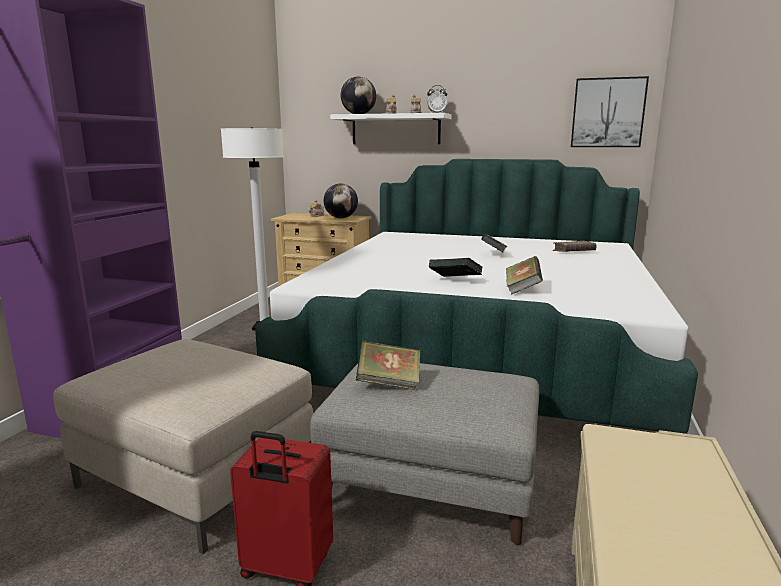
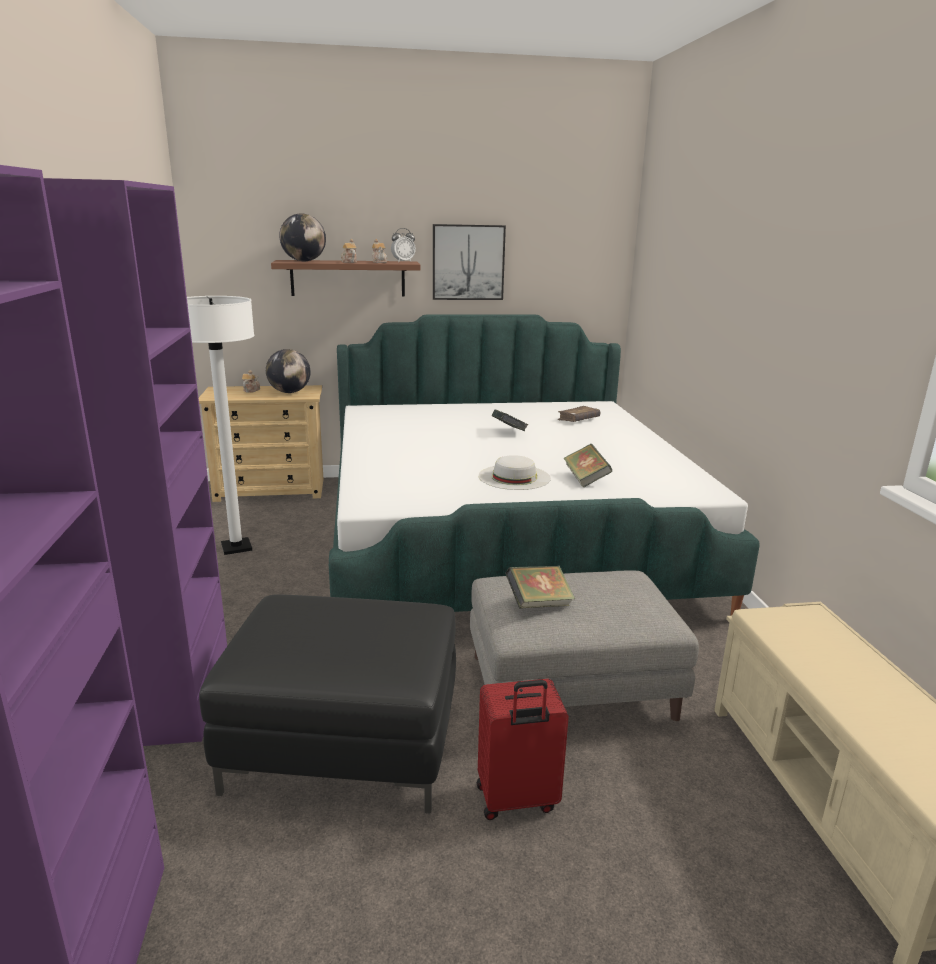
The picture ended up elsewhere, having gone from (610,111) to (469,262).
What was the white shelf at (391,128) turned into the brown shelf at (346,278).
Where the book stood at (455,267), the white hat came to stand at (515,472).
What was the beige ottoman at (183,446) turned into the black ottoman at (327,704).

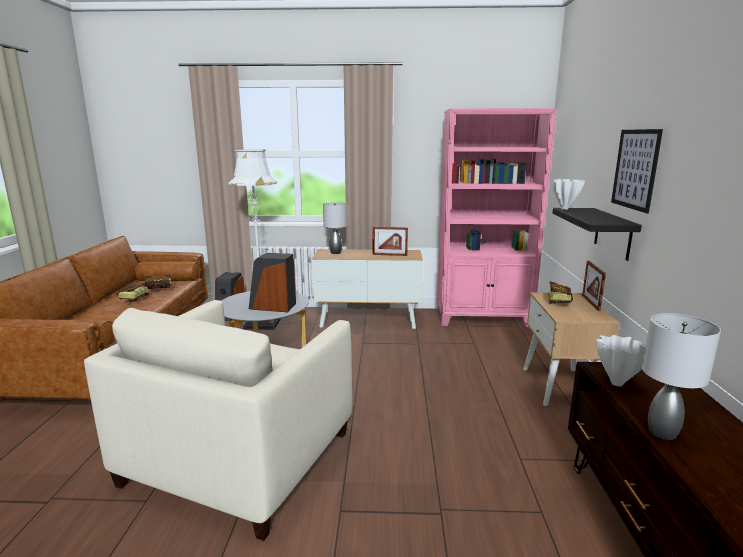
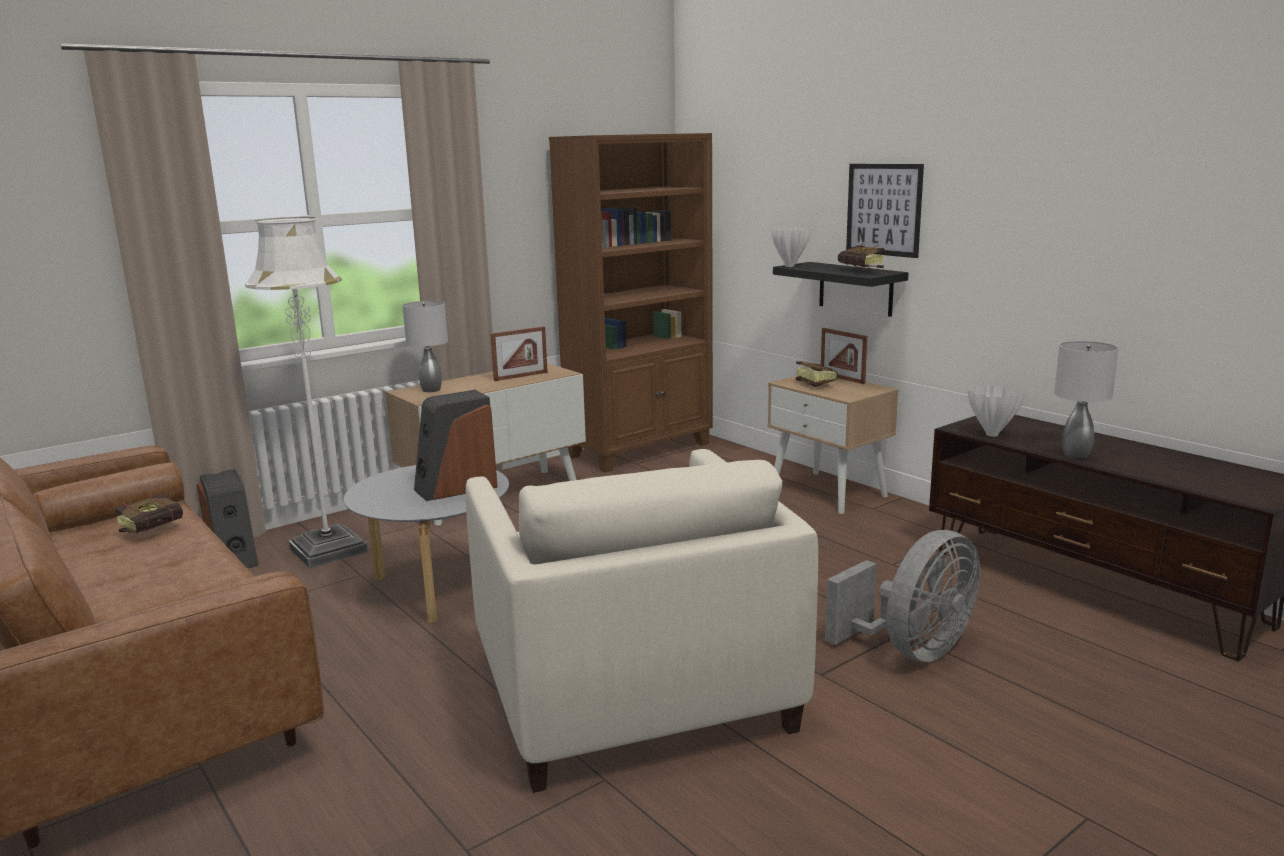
What was the pink bookcase at (497,217) turned into the brown bookcase at (631,303).
The book ended up elsewhere, having gone from (133,294) to (862,258).
The second view gained the grey fan at (902,596).

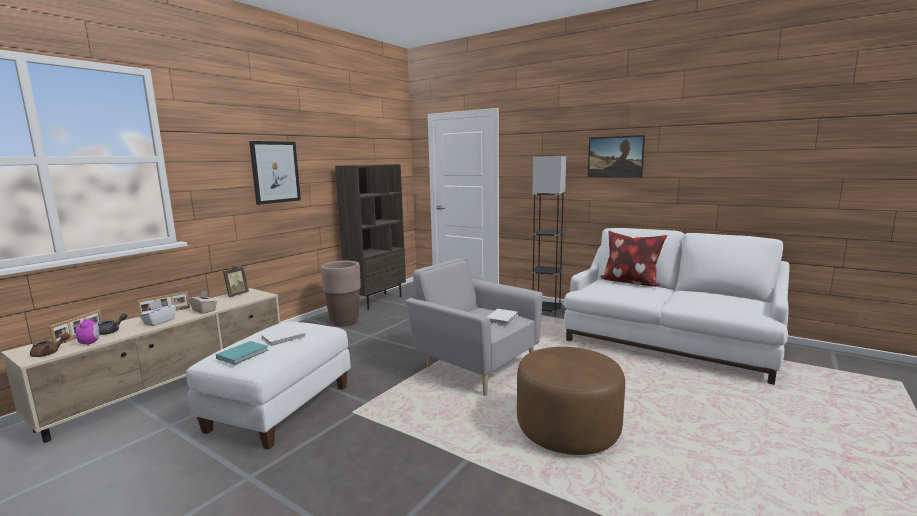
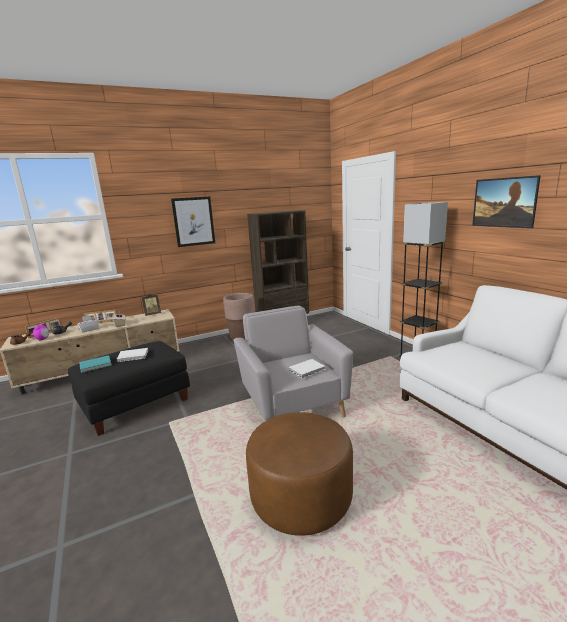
The second view lost the pillow at (633,259).
What was the white ottoman at (268,385) turned into the black ottoman at (129,388).

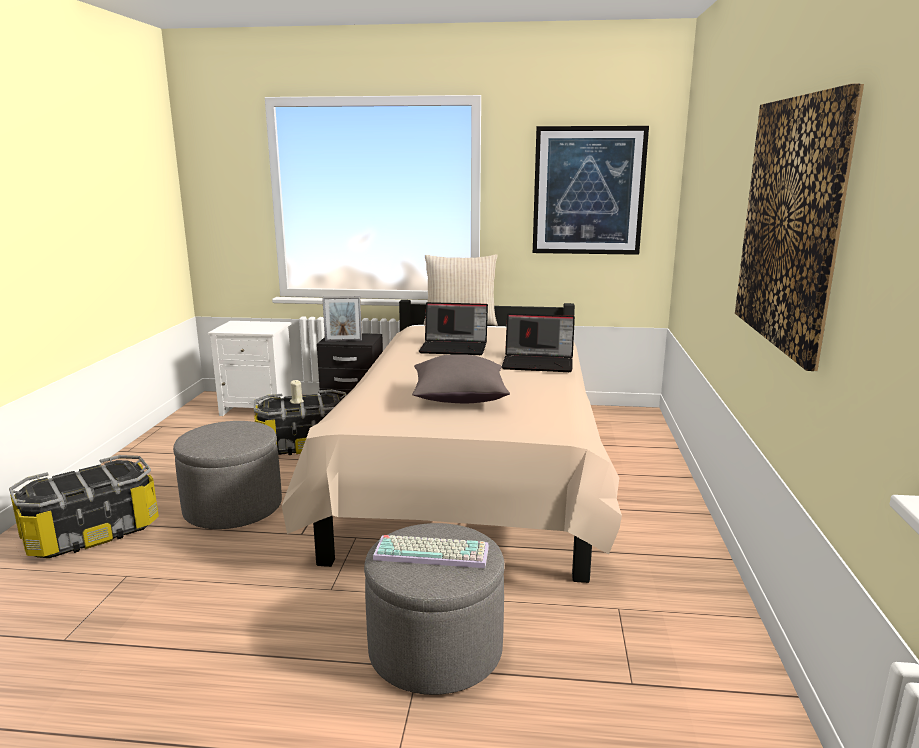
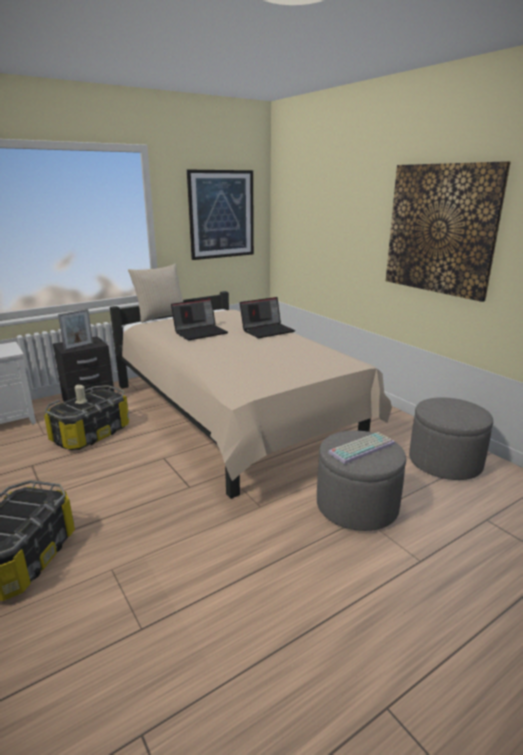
The second view lost the grey pillow at (461,378).
The grey ottoman ended up elsewhere, having gone from (227,475) to (451,438).

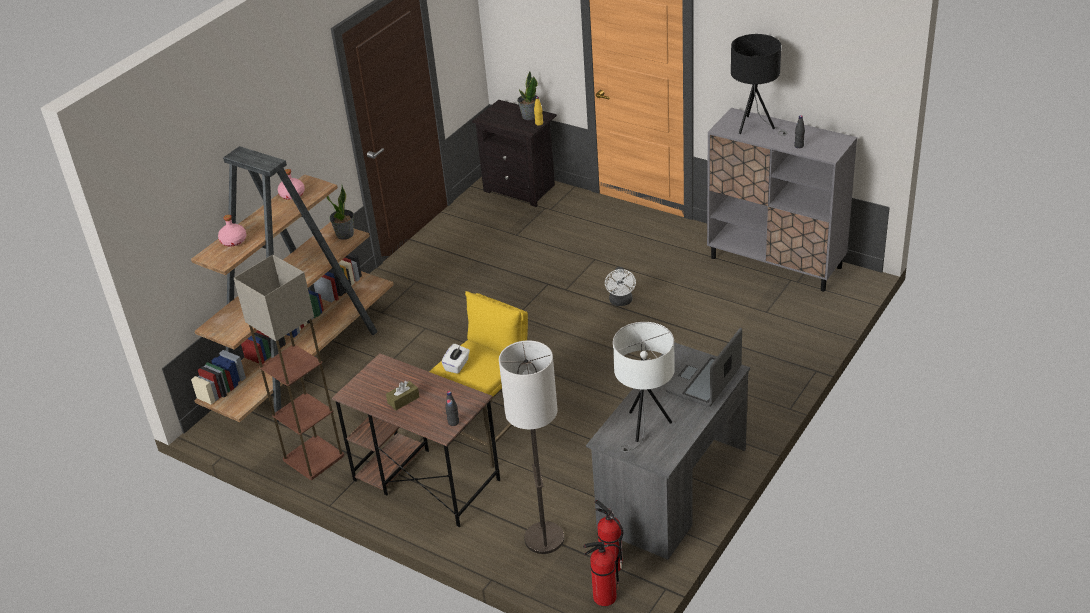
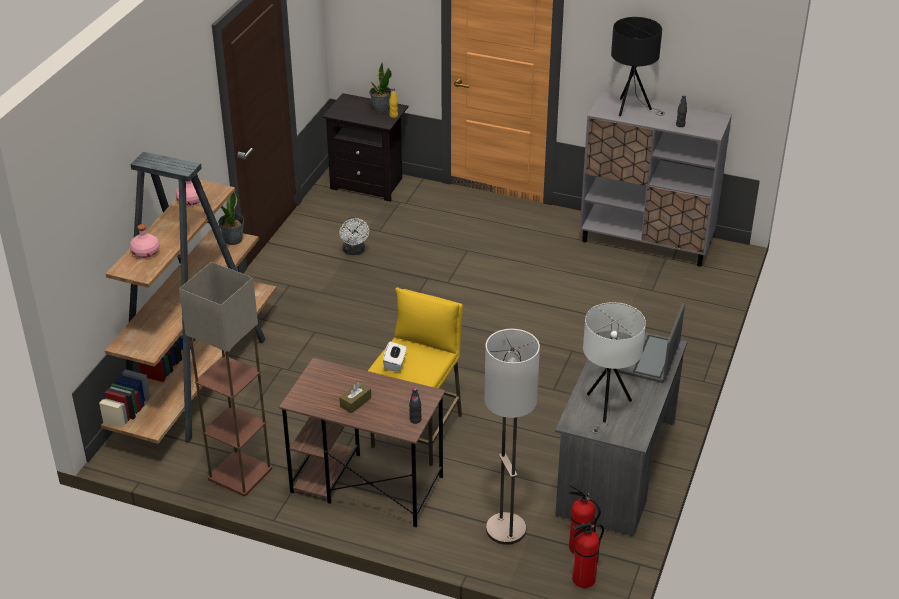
The white fan ended up elsewhere, having gone from (620,286) to (354,236).

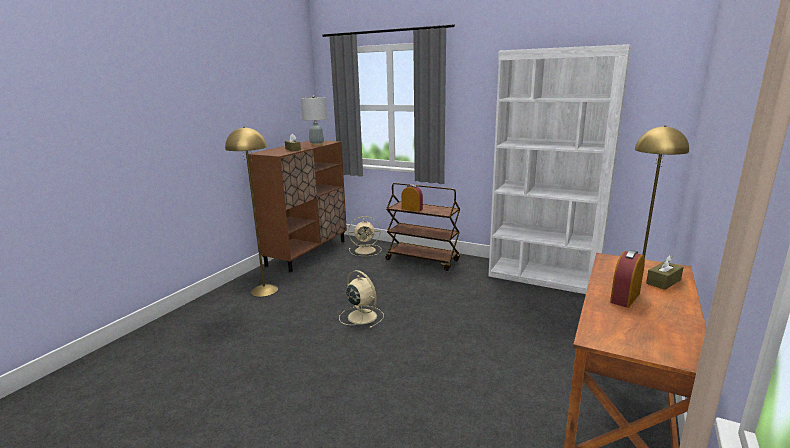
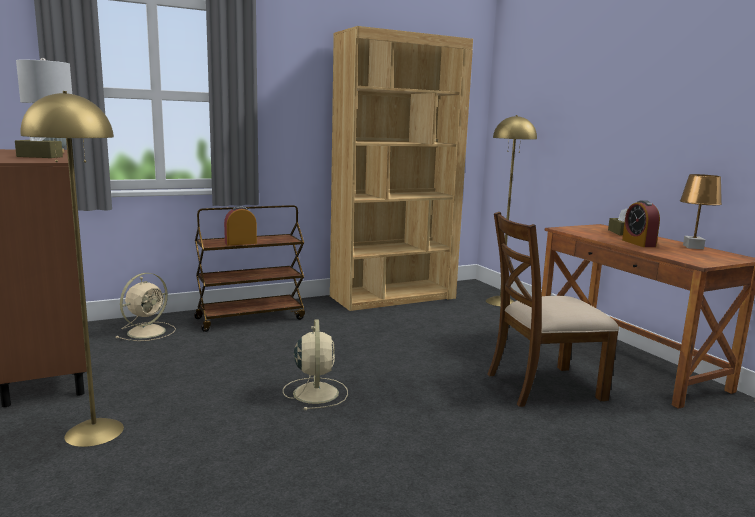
What was the white bookcase at (560,169) turned into the brown bookcase at (401,168).
The beige fan at (361,299) ended up facing another way, 90 degrees clockwise from before.
The second view gained the brown table lamp at (701,211).
The second view gained the brown chair at (553,309).

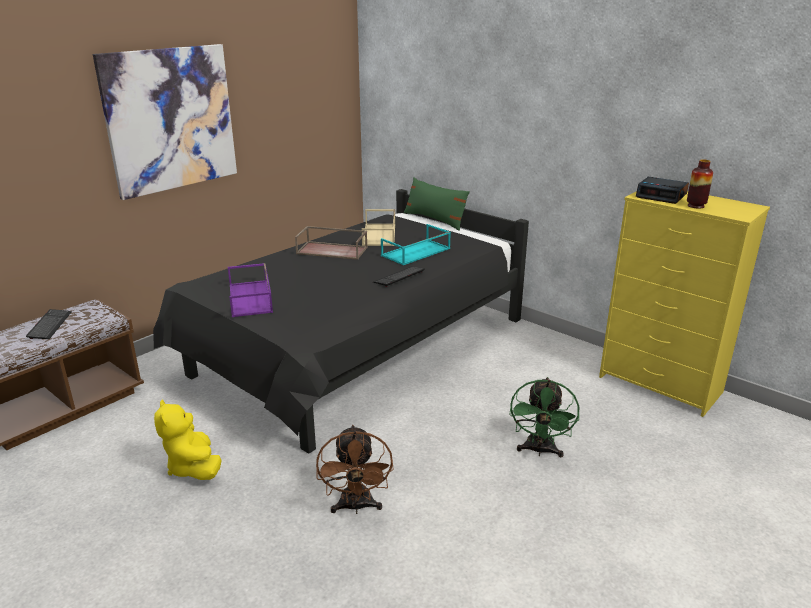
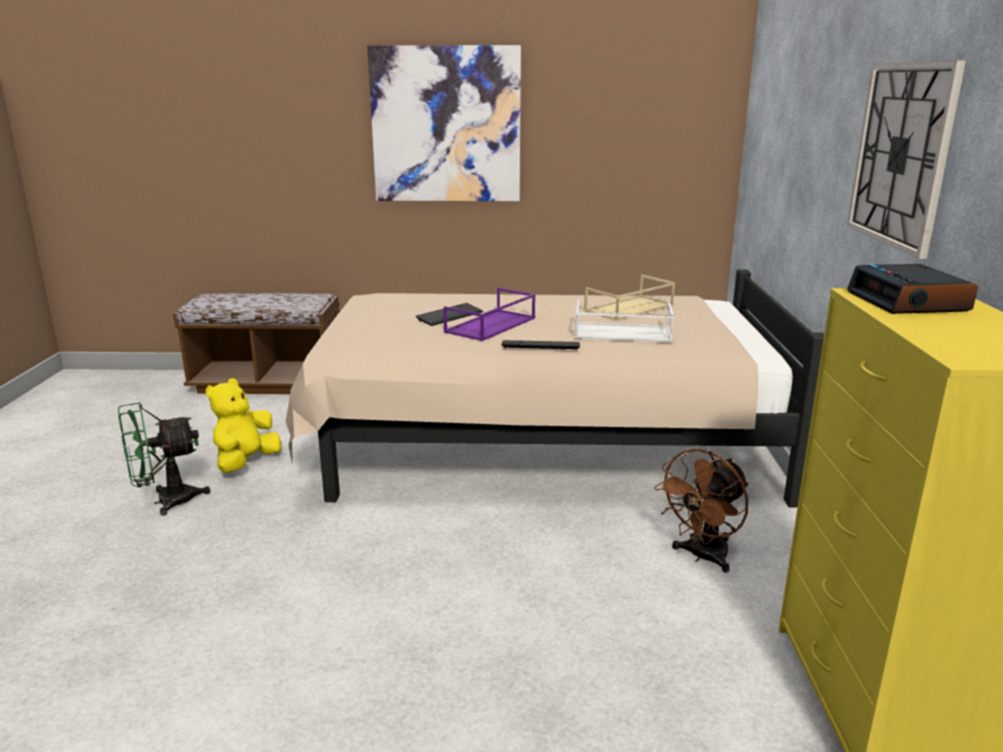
The second view lost the vase at (700,184).
The second view lost the green pillow at (437,204).
What was the black bed at (341,321) turned into the beige bed at (555,389).
What was the turquoise tray at (416,244) turned into the white tray at (624,321).
The second view lost the brown tray at (331,243).
The purple tray ended up elsewhere, having gone from (250,290) to (489,314).
The keyboard ended up elsewhere, having gone from (49,324) to (449,314).
The green fan ended up elsewhere, having gone from (544,417) to (164,459).
The brown fan ended up elsewhere, having gone from (355,469) to (701,510).
The second view gained the wall clock at (906,160).

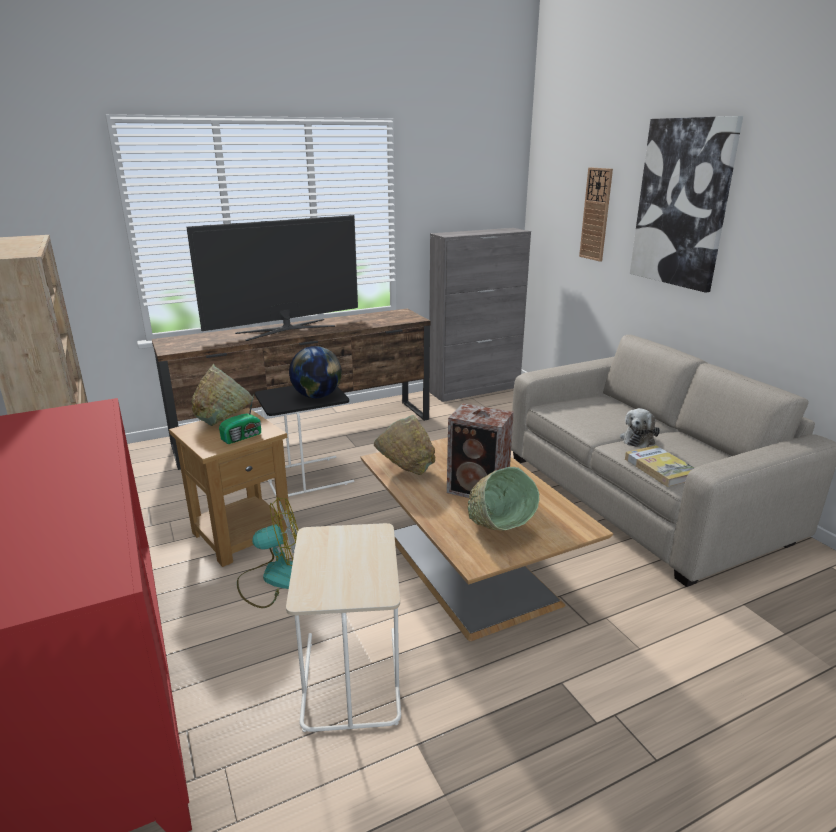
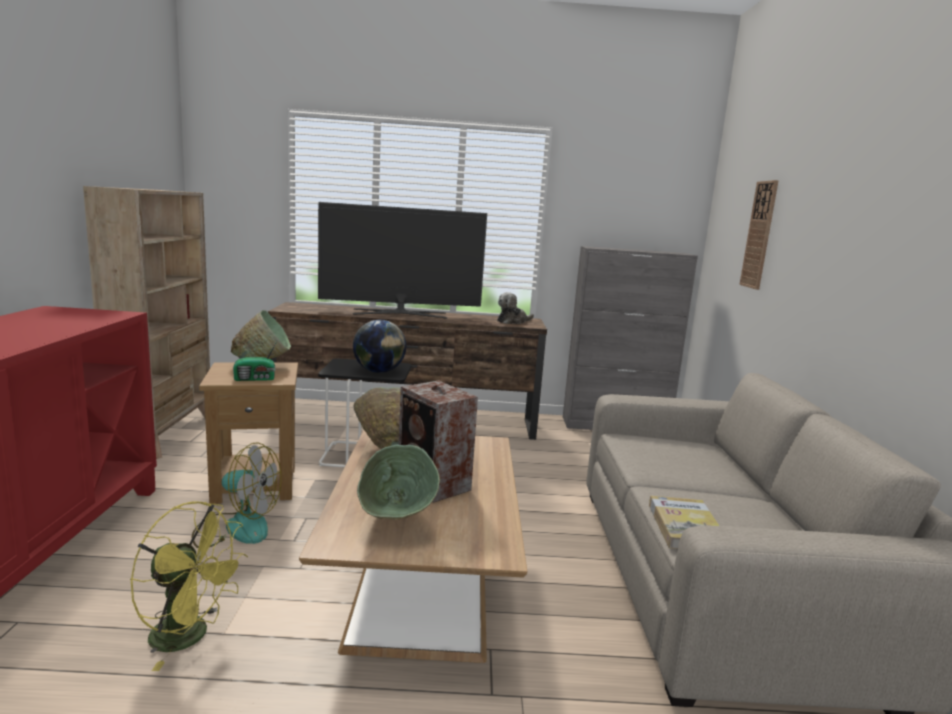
The second view lost the picture at (686,204).
The plush toy ended up elsewhere, having gone from (640,428) to (515,308).
Where the beige side table stood at (343,627), the yellow fan came to stand at (189,586).

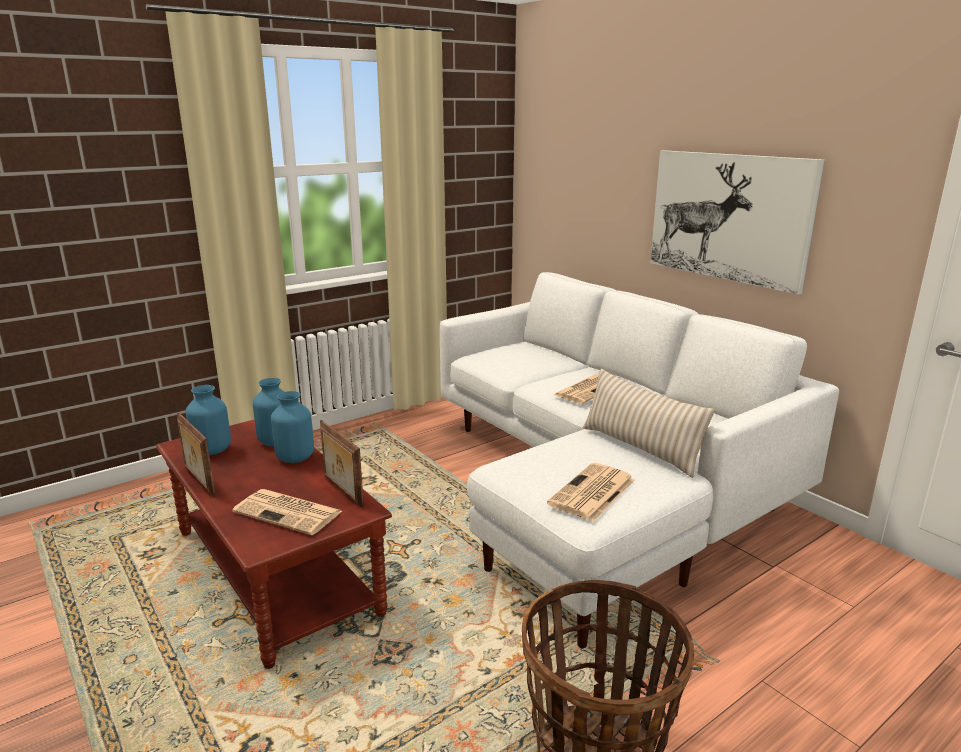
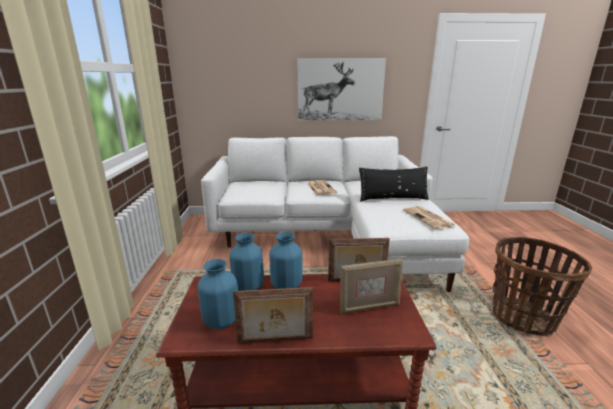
What was the beige pillow at (648,423) turned into the black pillow at (394,183).
Where the newspaper stood at (287,512), the picture frame came to stand at (371,286).

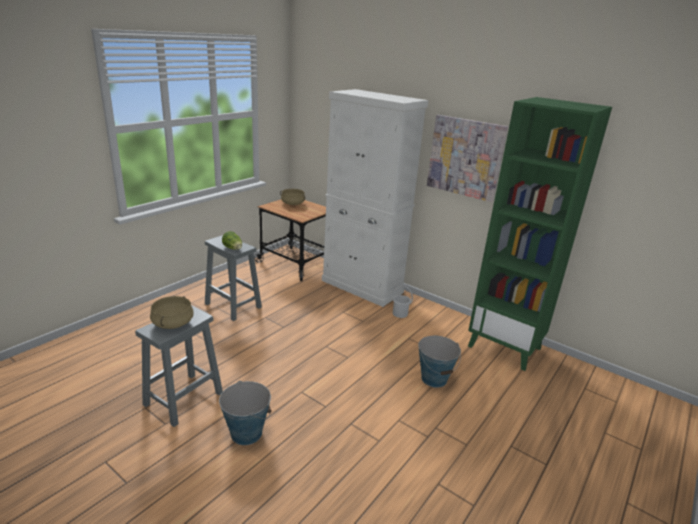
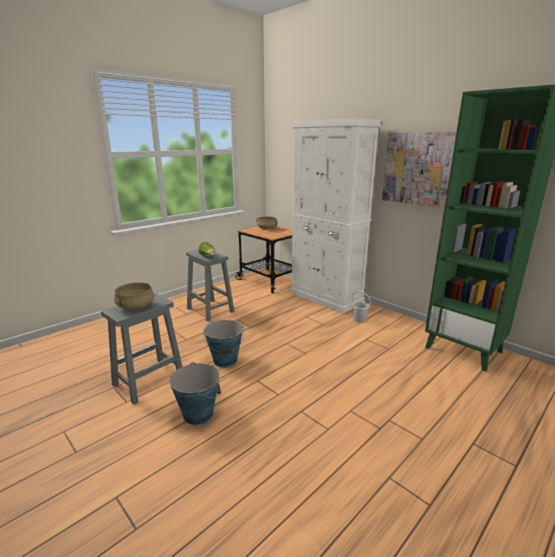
The bucket ended up elsewhere, having gone from (439,362) to (223,343).

